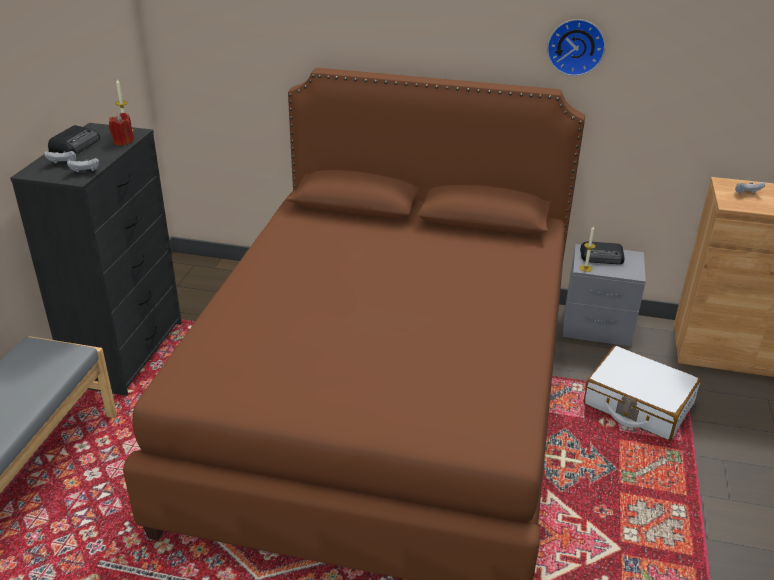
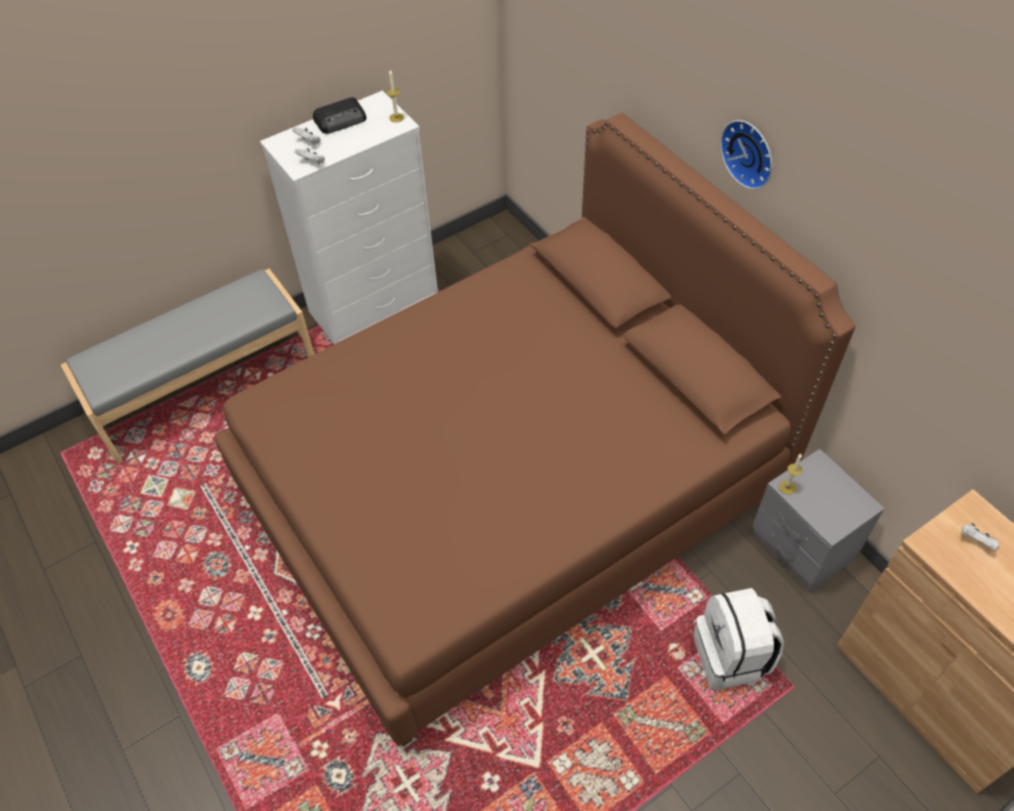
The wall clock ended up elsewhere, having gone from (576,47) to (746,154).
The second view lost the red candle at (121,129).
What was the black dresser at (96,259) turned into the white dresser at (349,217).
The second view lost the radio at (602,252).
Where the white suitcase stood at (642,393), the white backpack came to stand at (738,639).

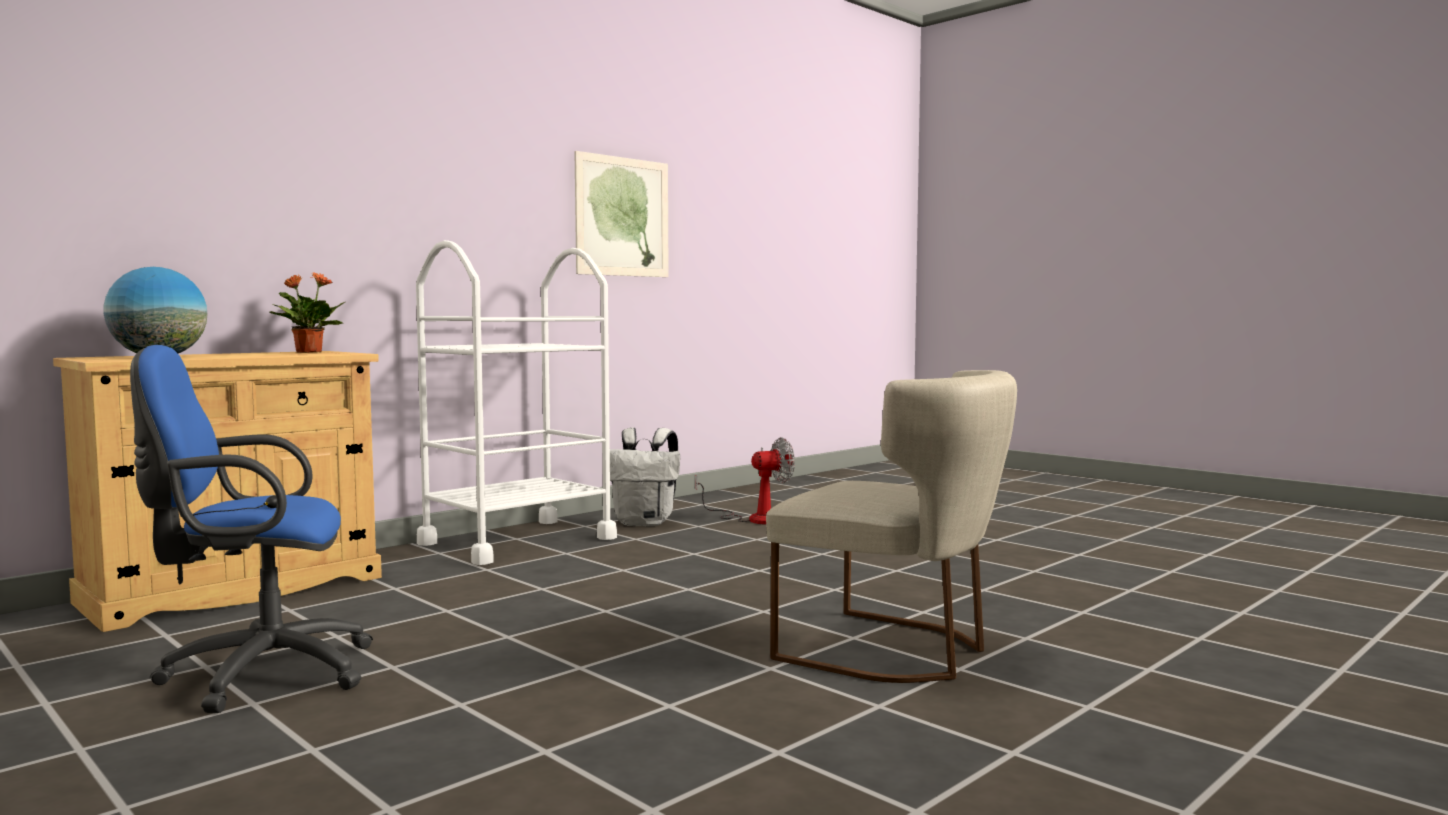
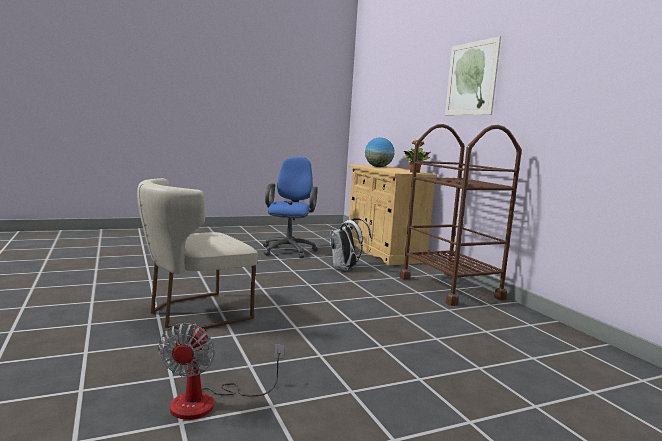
The picture ended up elsewhere, having gone from (622,214) to (473,75).
What was the white cart at (516,402) turned into the brown cart at (461,215).
The white backpack ended up elsewhere, having gone from (645,477) to (351,244).
The fan ended up elsewhere, having gone from (745,481) to (221,371).

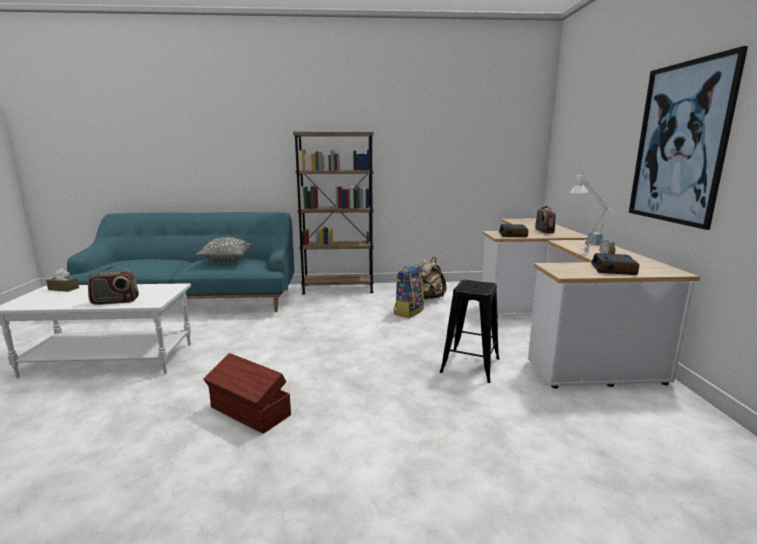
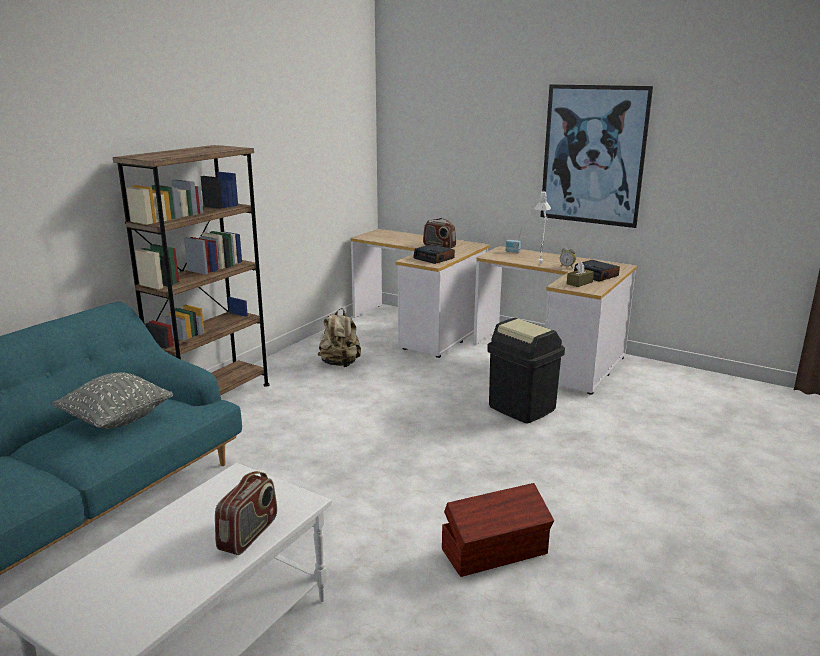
The second view lost the backpack at (409,291).
The brown tissue box ended up elsewhere, having gone from (62,280) to (580,274).
Where the black stool stood at (470,331), the black trash can came to stand at (526,370).

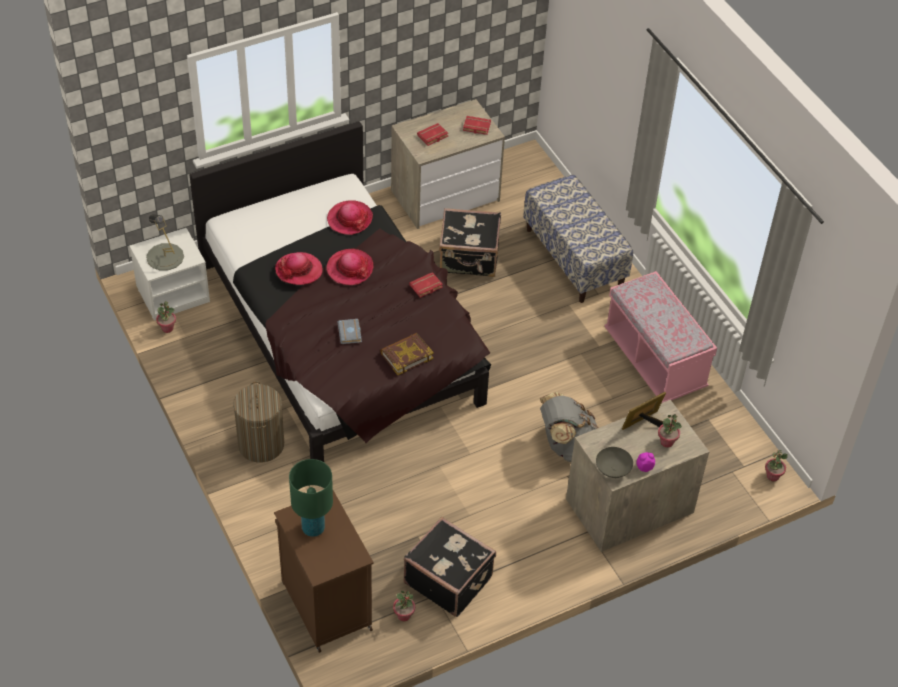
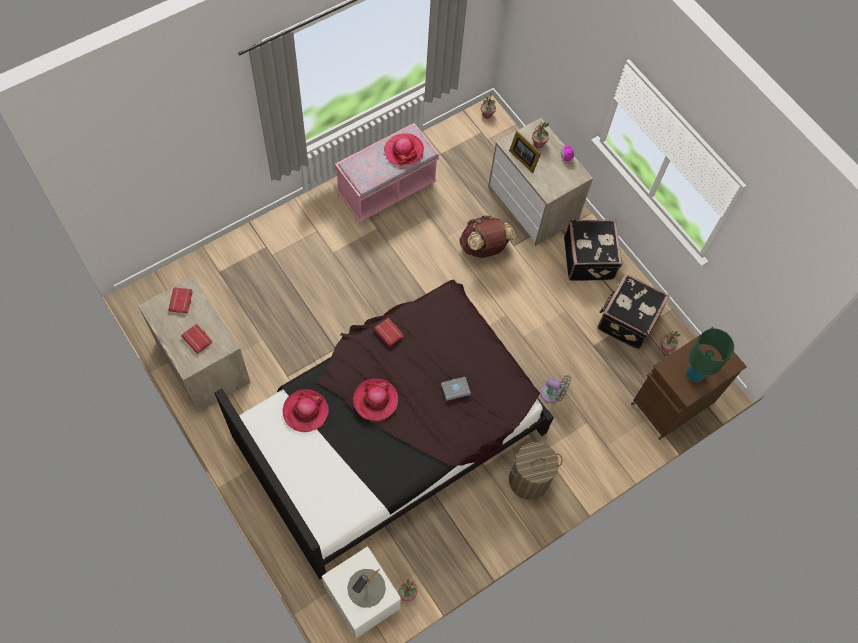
The second view lost the bench at (578,238).
The black suitcase ended up elsewhere, having gone from (470,242) to (593,250).
The hat ended up elsewhere, having gone from (299,268) to (404,149).
The second view lost the book at (407,354).
What was the grey backpack at (569,427) turned into the brown backpack at (487,236).
The second view lost the grey bowl at (614,462).
The second view gained the grey fan at (555,389).

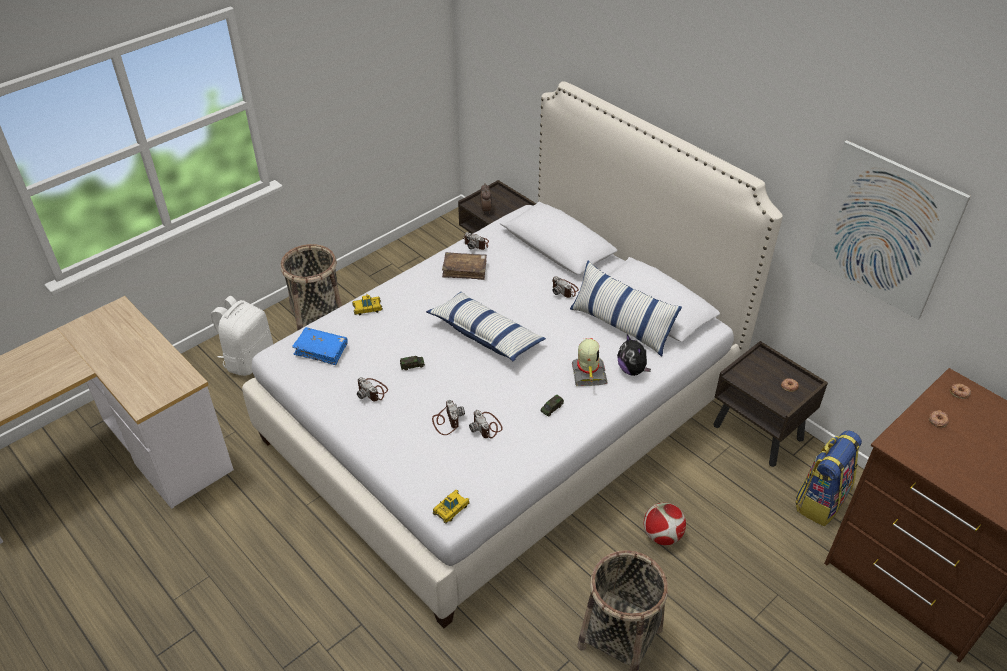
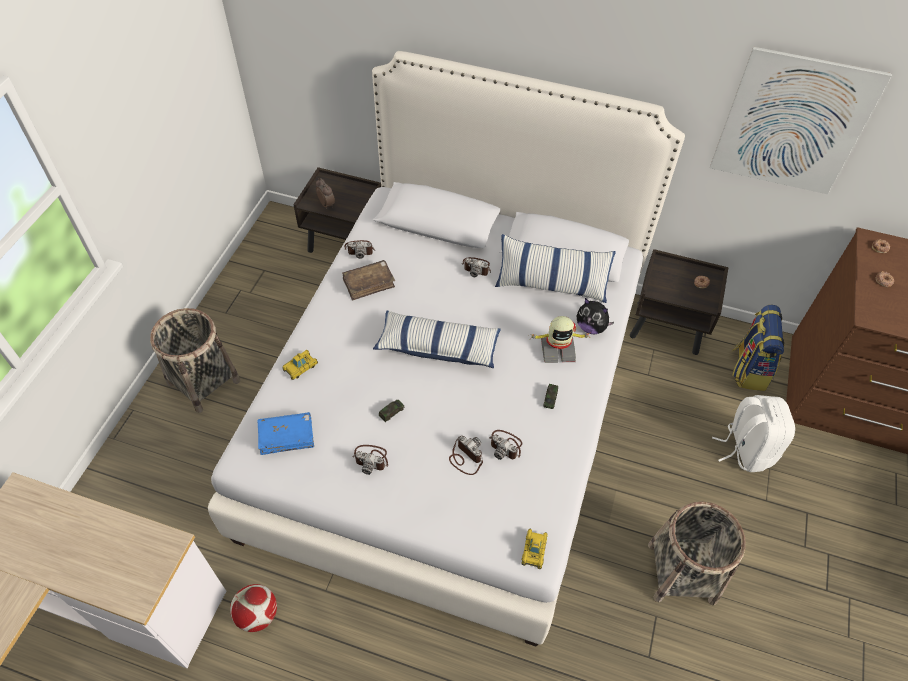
The white backpack ended up elsewhere, having gone from (242,336) to (753,433).
The toy robot at (589,362) ended up facing another way, 120 degrees clockwise from before.
The football ended up elsewhere, having gone from (664,524) to (253,608).

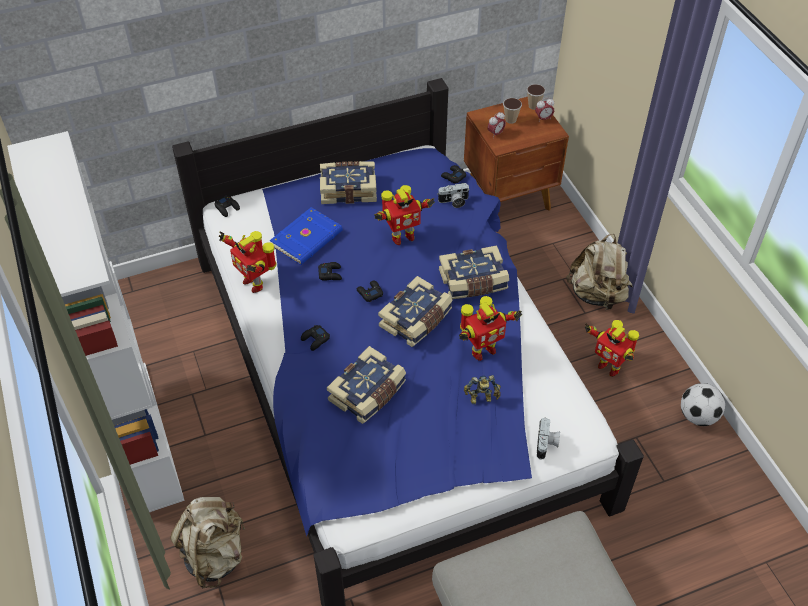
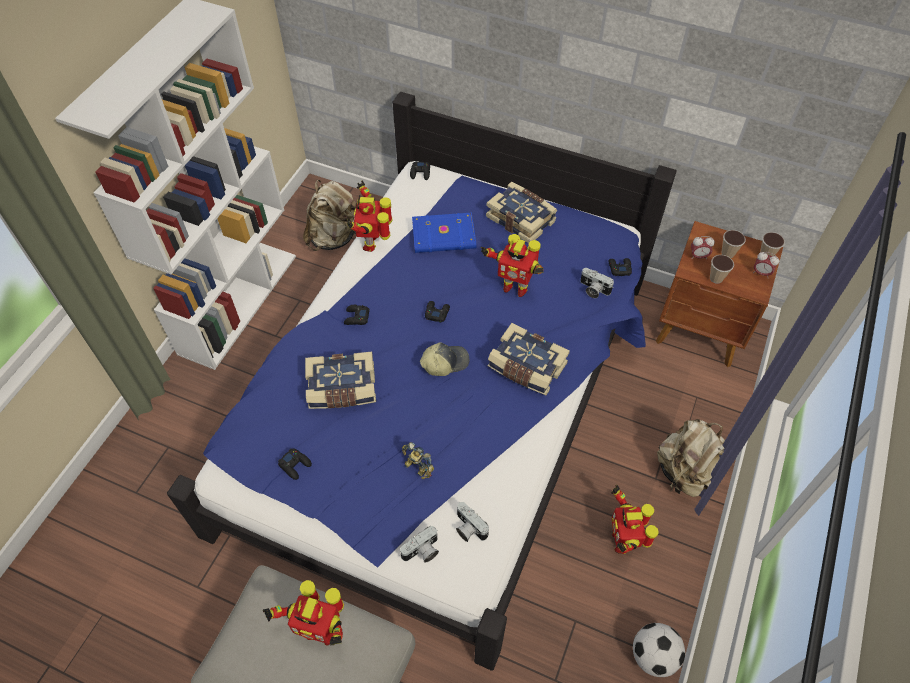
The black game controller ended up elsewhere, having gone from (330,271) to (295,464).
Where the book stood at (415,311), the cap came to stand at (444,359).
The toy robot ended up elsewhere, having gone from (490,328) to (303,613).
The beige backpack ended up elsewhere, having gone from (208,542) to (330,215).
The second view gained the cup at (722,269).
The second view gained the photo camera at (472,522).

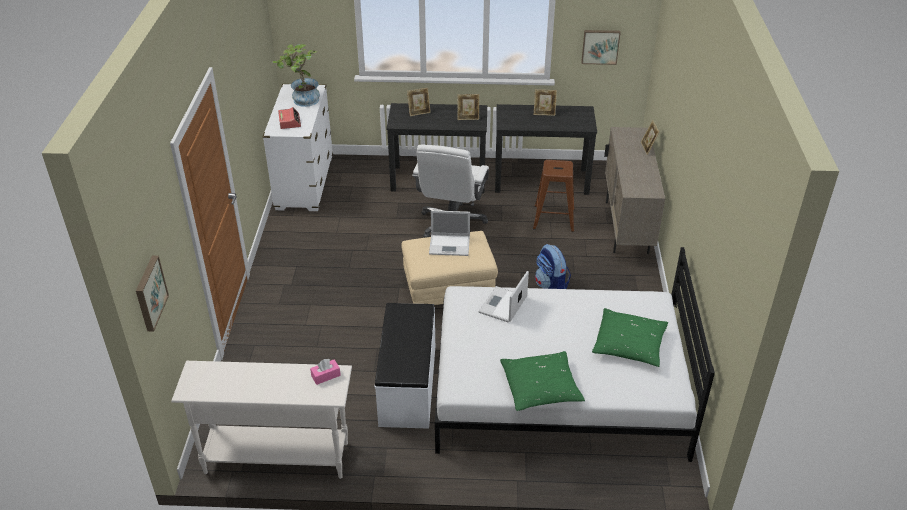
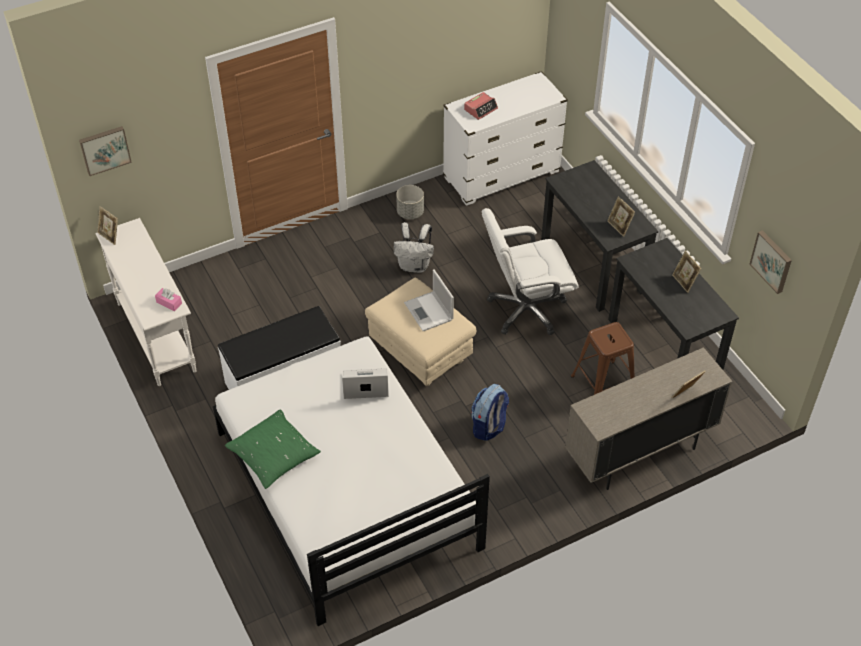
The second view lost the potted plant at (296,75).
The picture frame ended up elsewhere, having gone from (419,102) to (107,225).
The second view lost the green pillow at (630,337).
The second view gained the grey planter at (410,202).
The second view gained the white backpack at (414,247).

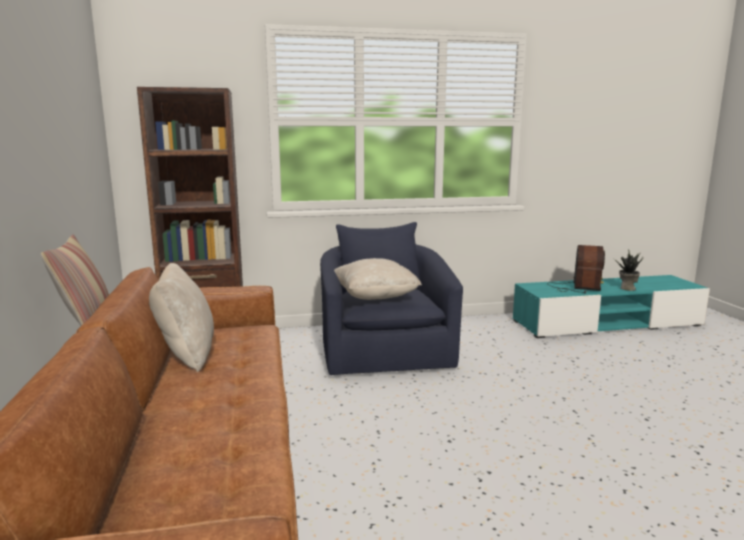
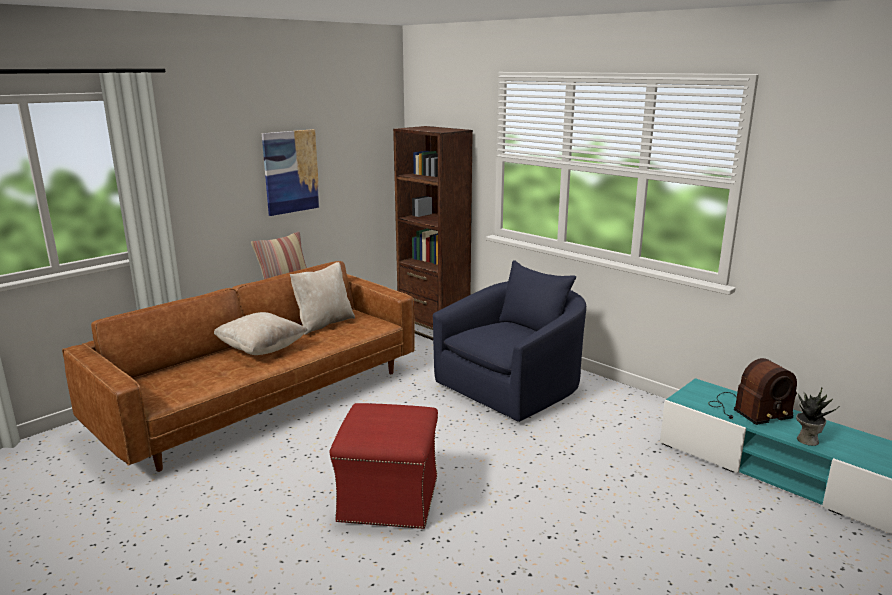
The beige pillow ended up elsewhere, having gone from (378,279) to (261,333).
The second view gained the picture at (291,172).
The second view gained the red ottoman at (383,466).

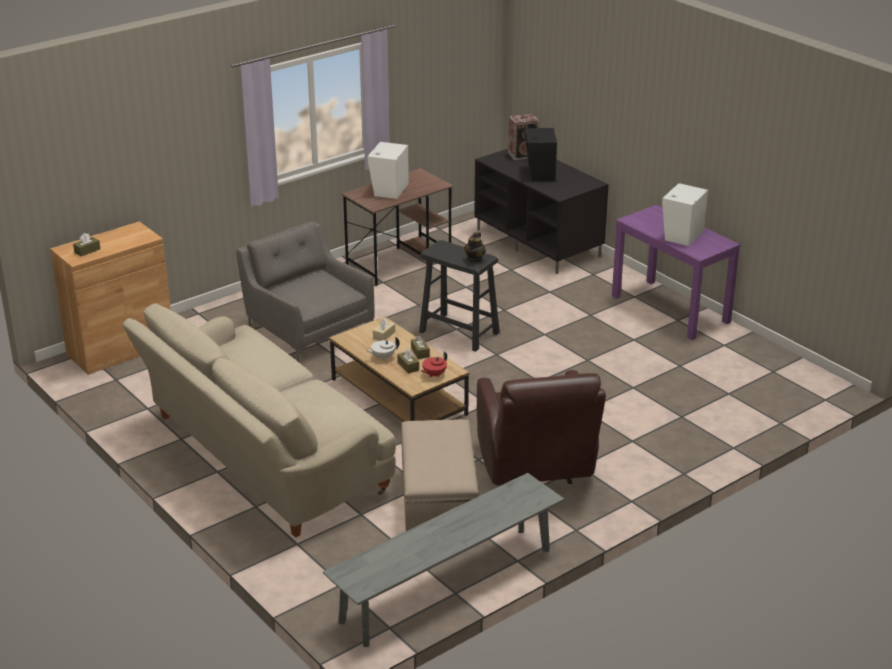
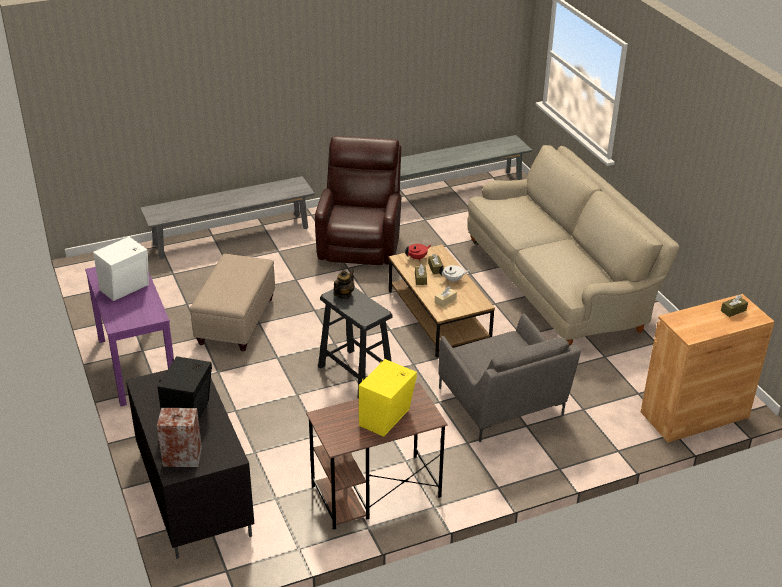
What was the white speaker at (388,170) turned into the yellow speaker at (388,398).
The beige ottoman ended up elsewhere, having gone from (440,475) to (232,302).
The second view gained the grey bench at (227,217).

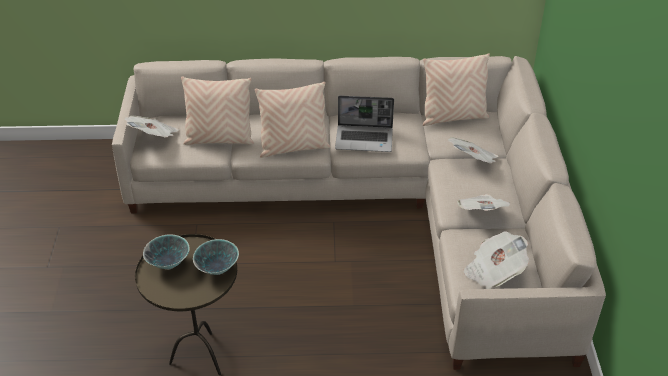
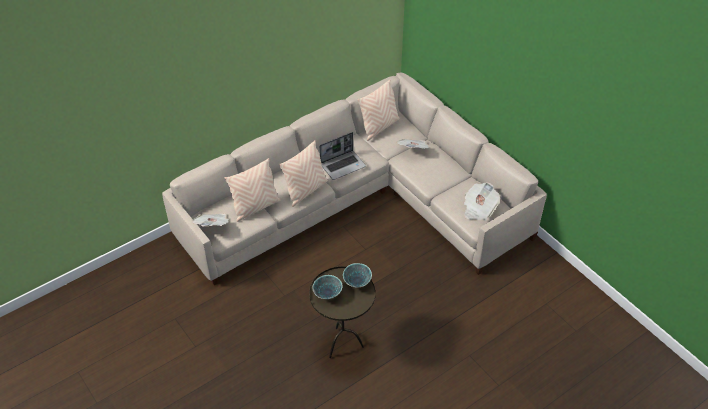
The second view lost the newspaper at (483,202).

